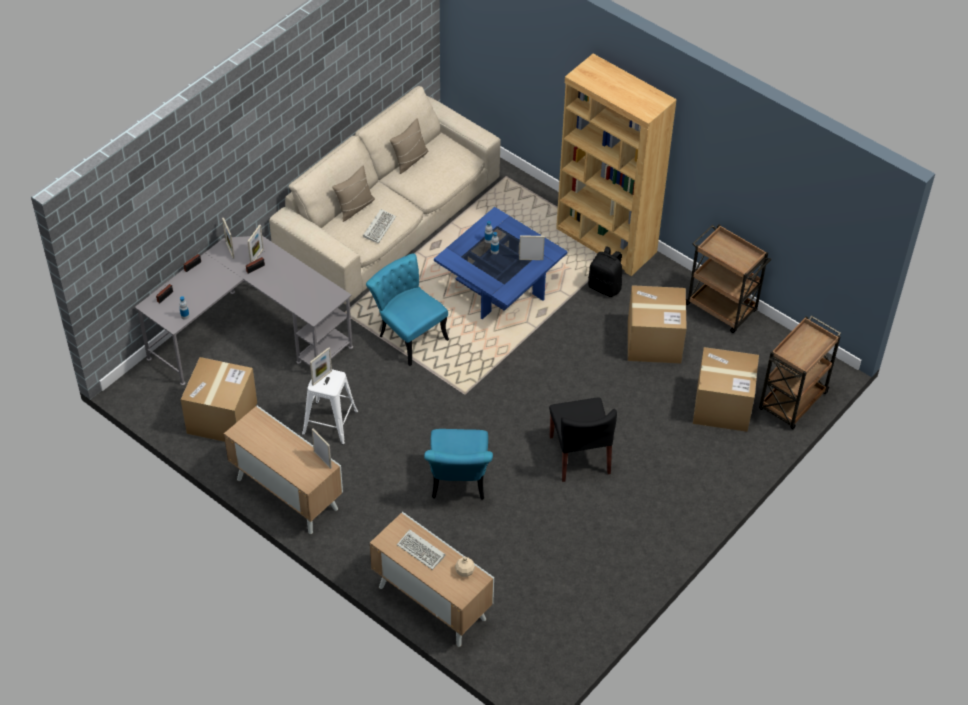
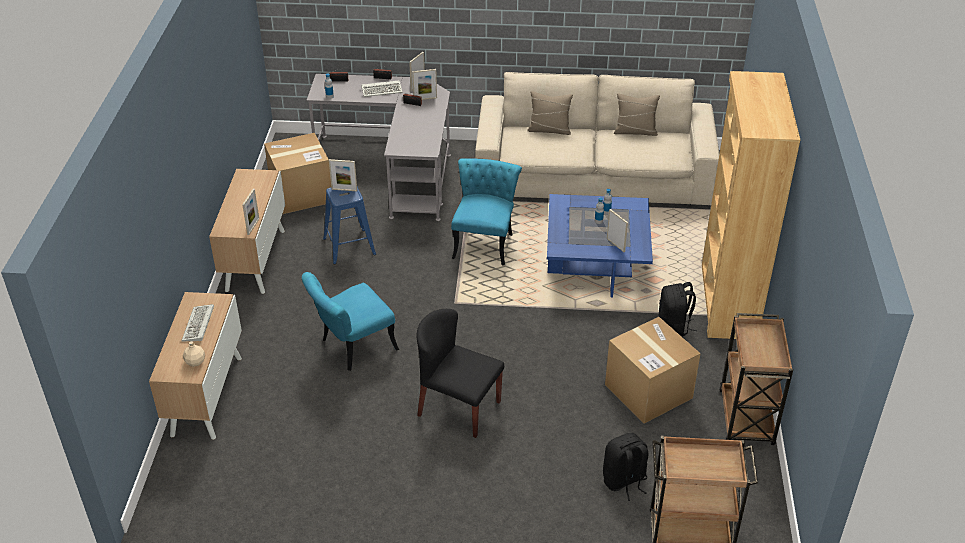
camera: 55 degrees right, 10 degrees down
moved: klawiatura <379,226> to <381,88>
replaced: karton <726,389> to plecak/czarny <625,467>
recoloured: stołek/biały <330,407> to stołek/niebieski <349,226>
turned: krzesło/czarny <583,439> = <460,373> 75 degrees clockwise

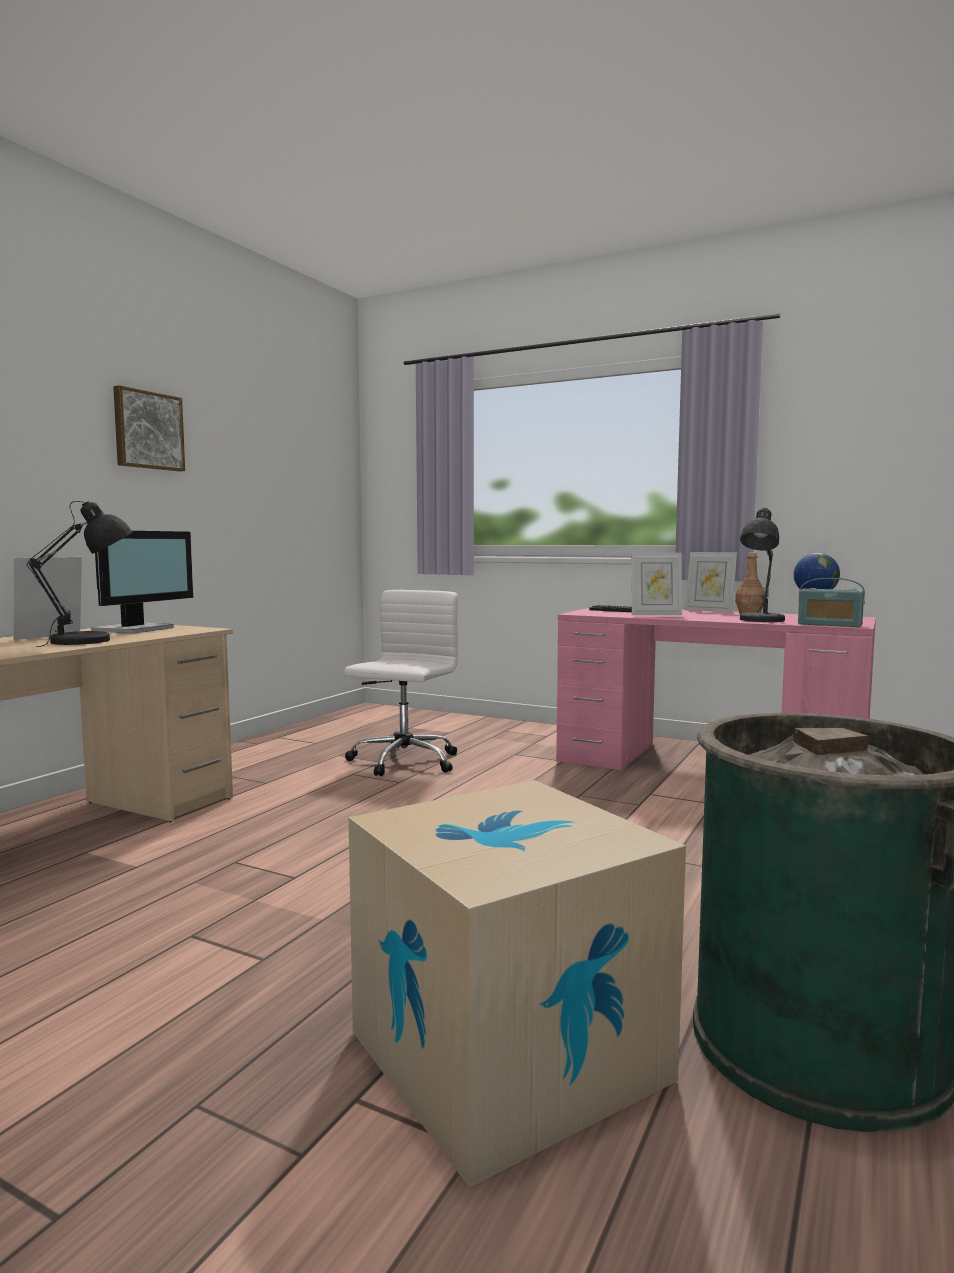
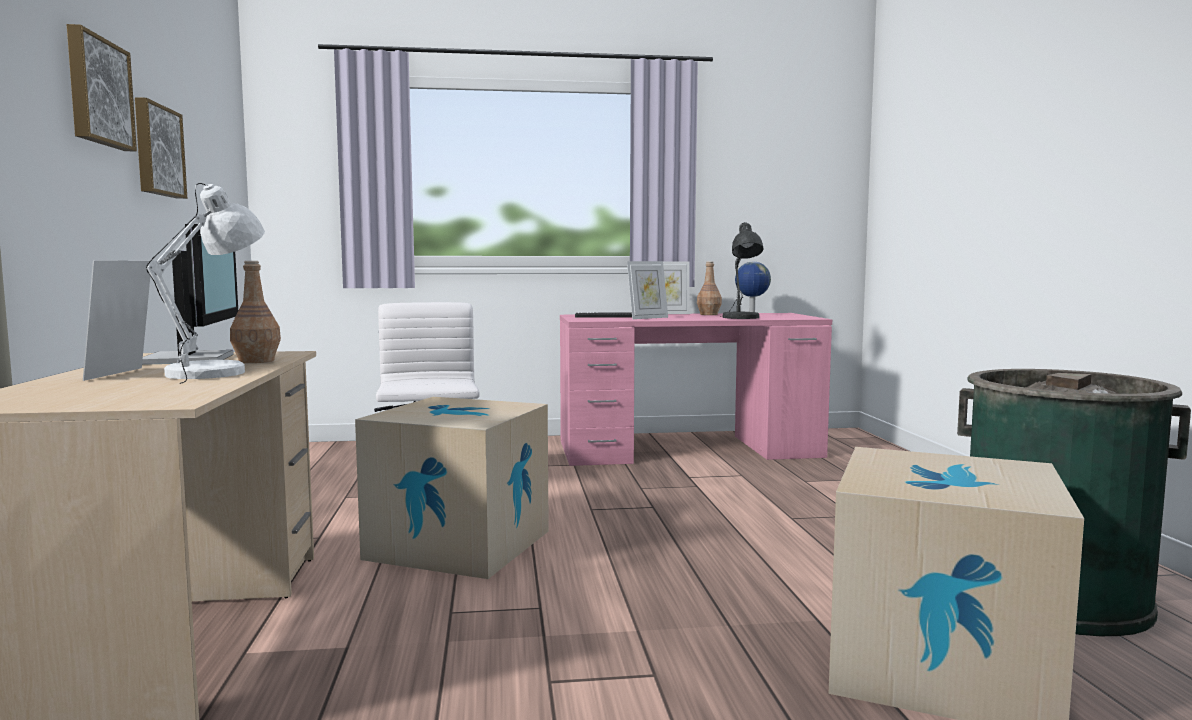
camera: 35 degrees left, 0 degrees up
removed: radio <831,602>
added: obraz <161,148>; butelka/brązowy <255,312>; karton <452,488>
recoloured: lampa stołowa/czarny <80,574> to lampa stołowa/biały <205,283>

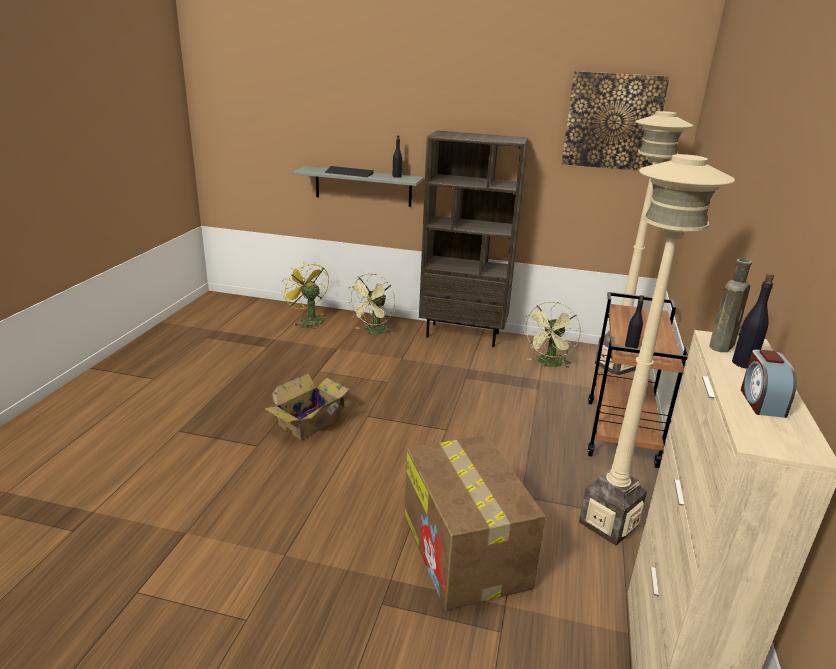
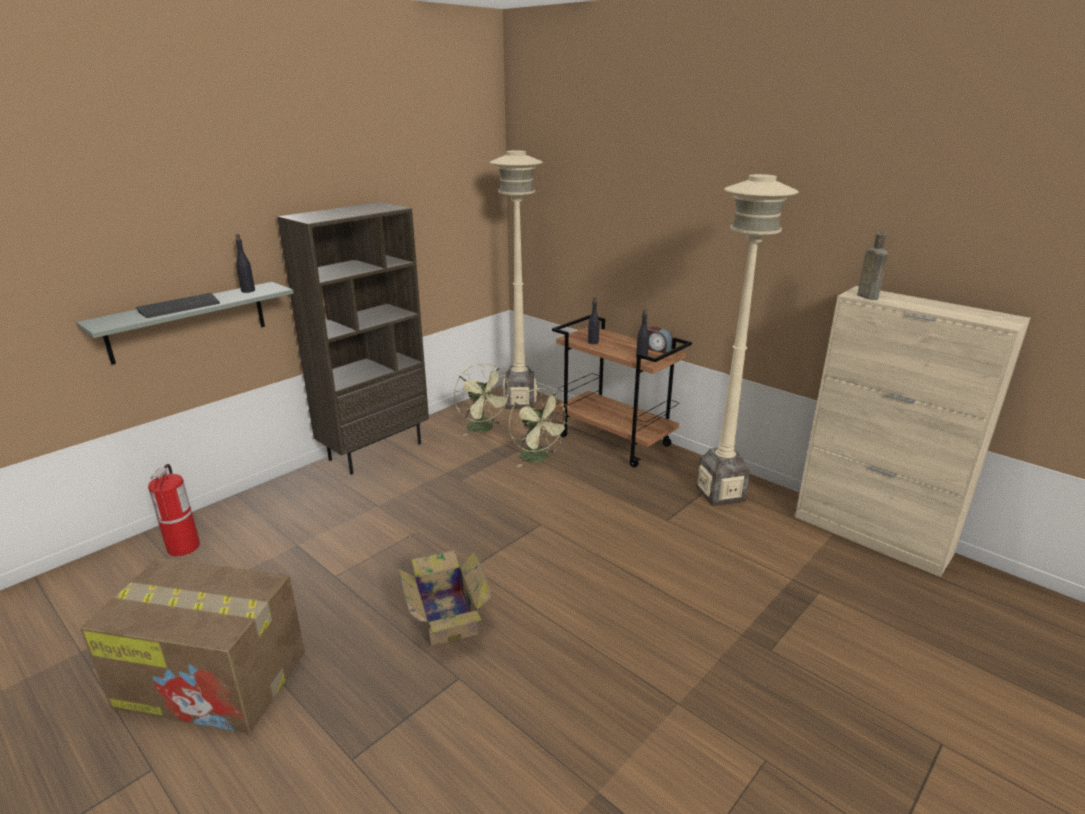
camera: 60 degrees left, 0 degrees up
removed: obraz <616,121>
moved: karton <475,522> to <192,645>; wentylator/zielony <370,304> to <539,427>; butelka/czarny <753,321> to <593,320>; budzik <768,384> to <659,339>
replaced: wentylator/żółty <305,295> to gaśnica <174,510>

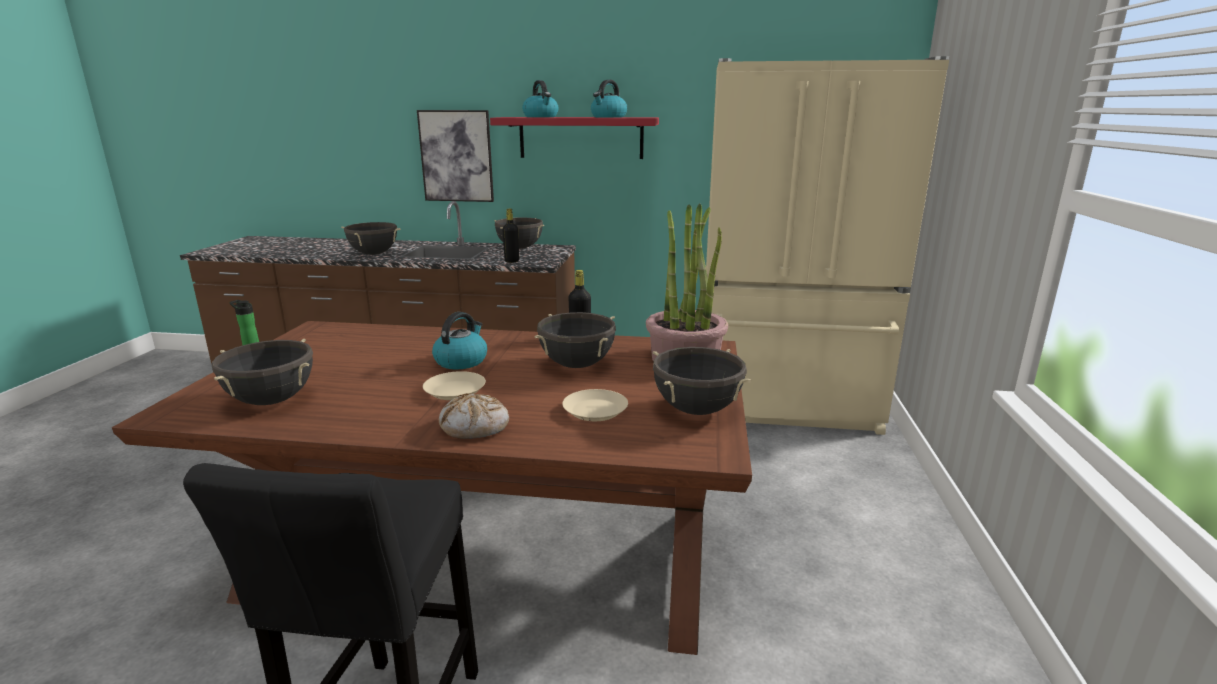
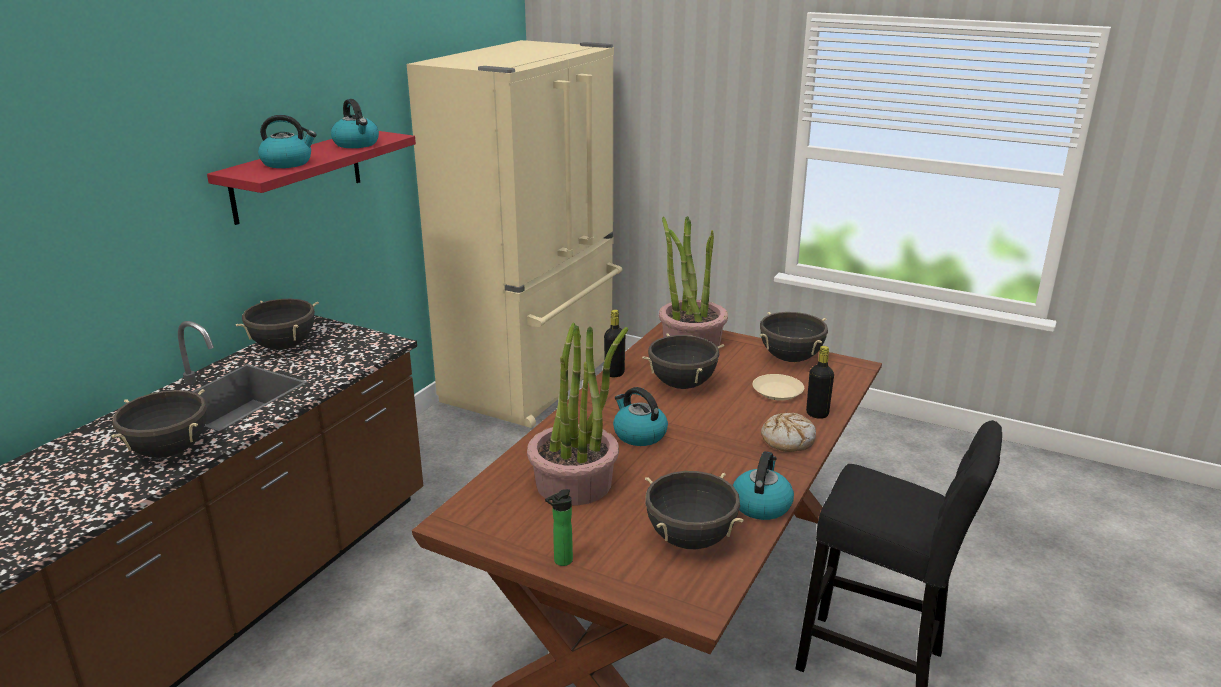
camera: 70 degrees left, 5 degrees up
removed: obraz <455,156>; talerz/beżowy <454,385>
added: roślina doniczkowa <577,414>; czajnik <763,485>
moved: butelka/czarny <510,236> to <820,382>

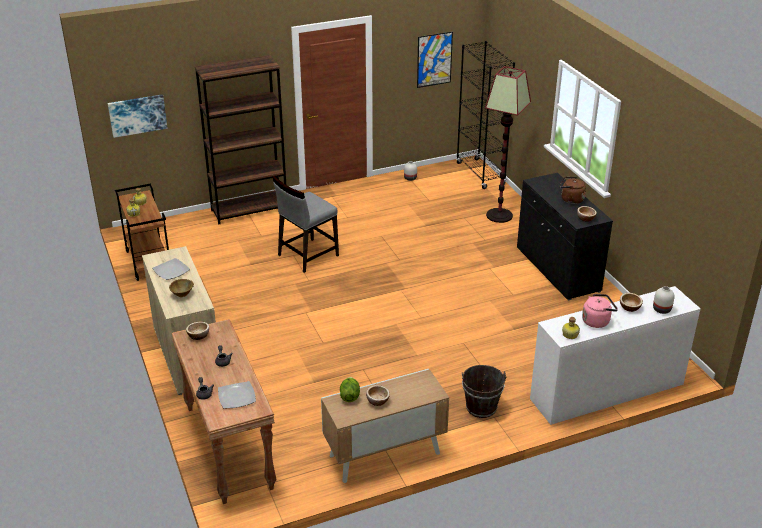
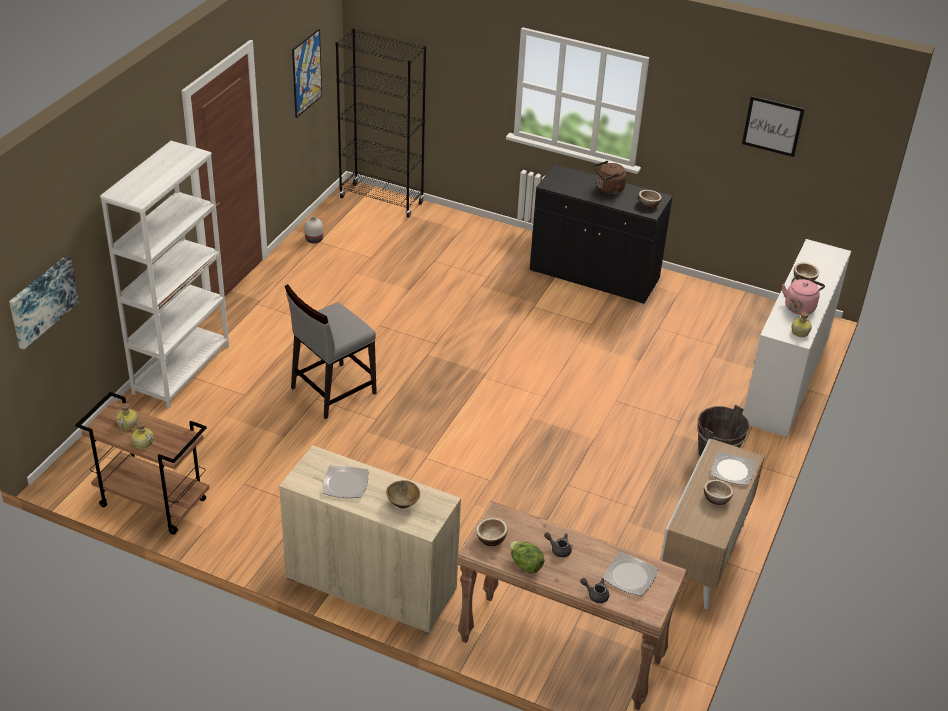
camera: 45 degrees left, 5 degrees up
removed: lampa stojąca <508,144>; wazon/biały <664,300>
added: talerz <733,468>; obraz <773,126>
moved: sałata <350,389> to <526,557>
recoloured: regał/brązowy <240,139> to regał/biały <164,274>
turned: krzesło/szary <305,224> = <331,351> 45 degrees clockwise

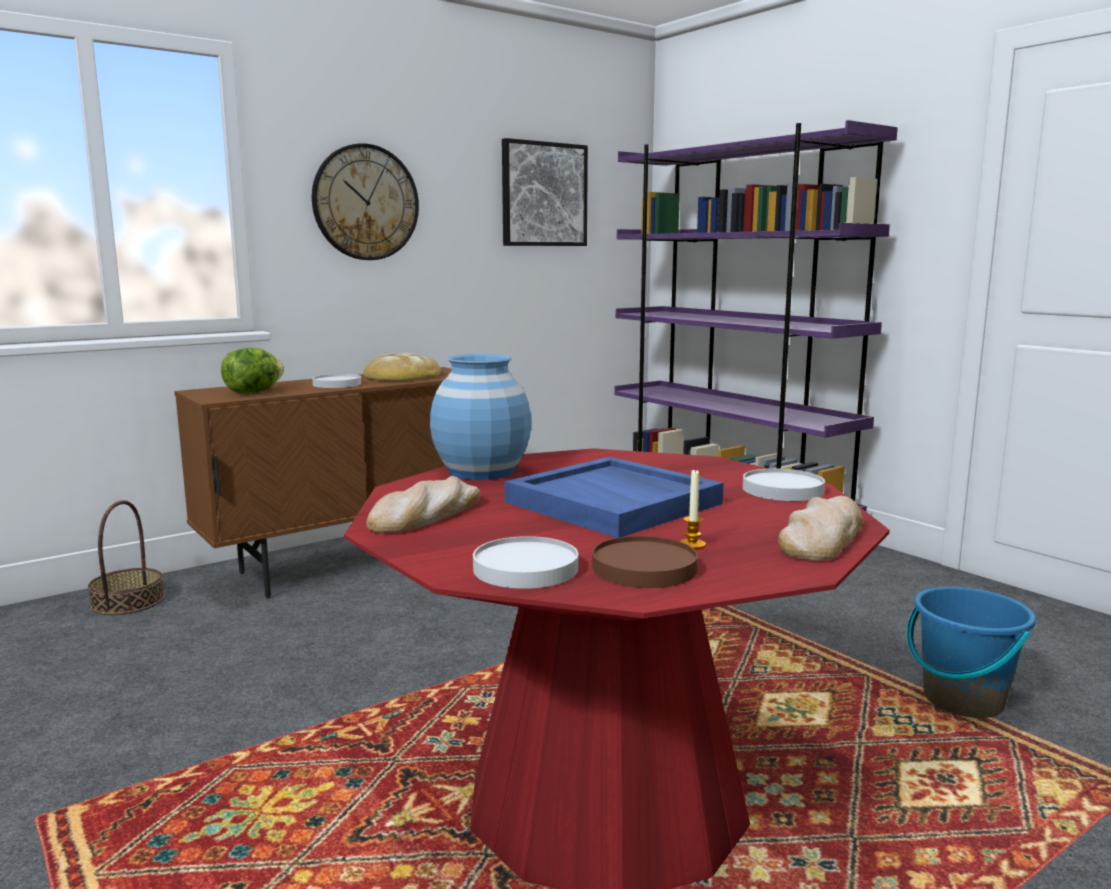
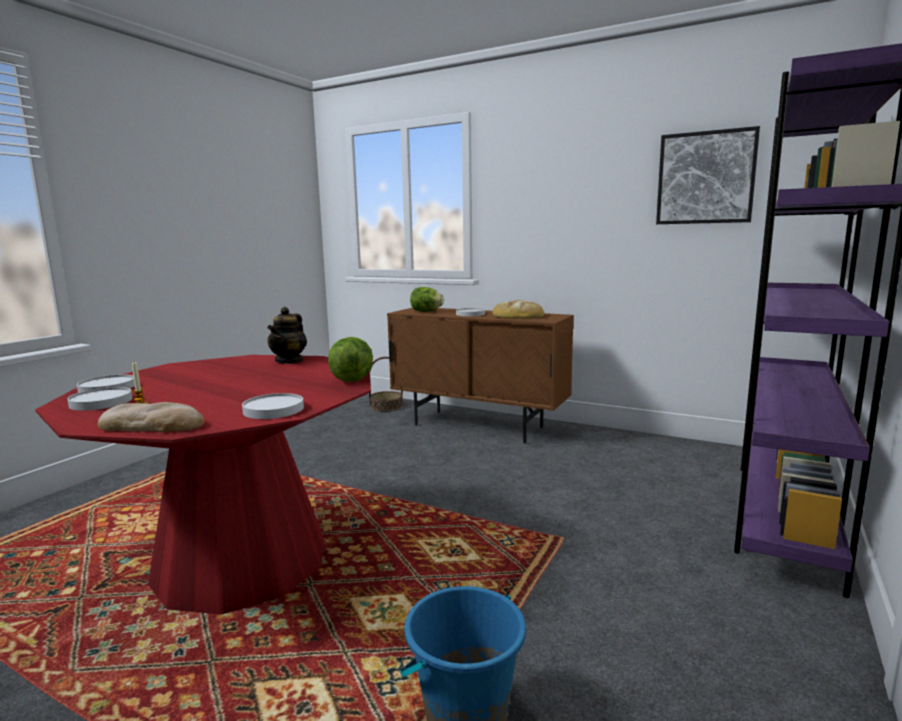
camera: 65 degrees right, 0 degrees up
removed: zegar ścienny <365,201>; chleb <423,505>; taca/niebieski <614,497>
added: sałata <350,359>
replaced: wazon/niebieski <480,417> to imbryk <287,335>
recoloured: talerz/brązowy <645,562> to talerz/biały <99,399>

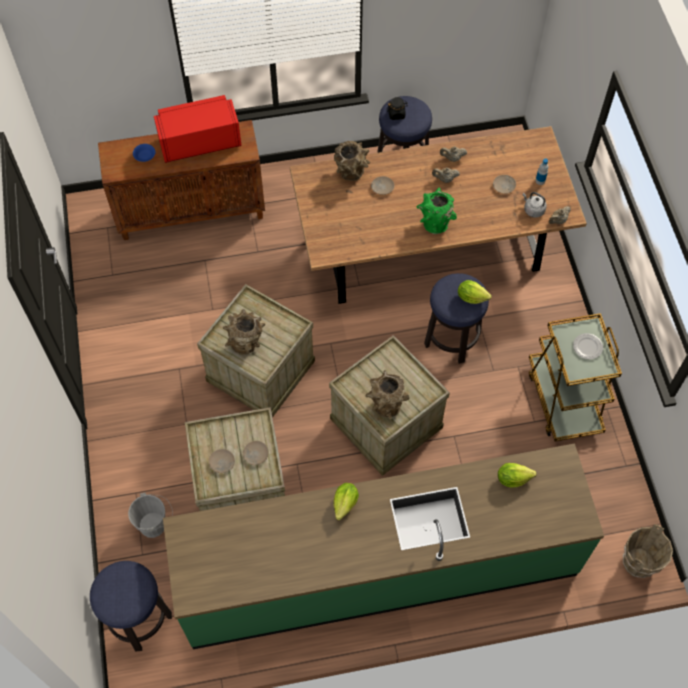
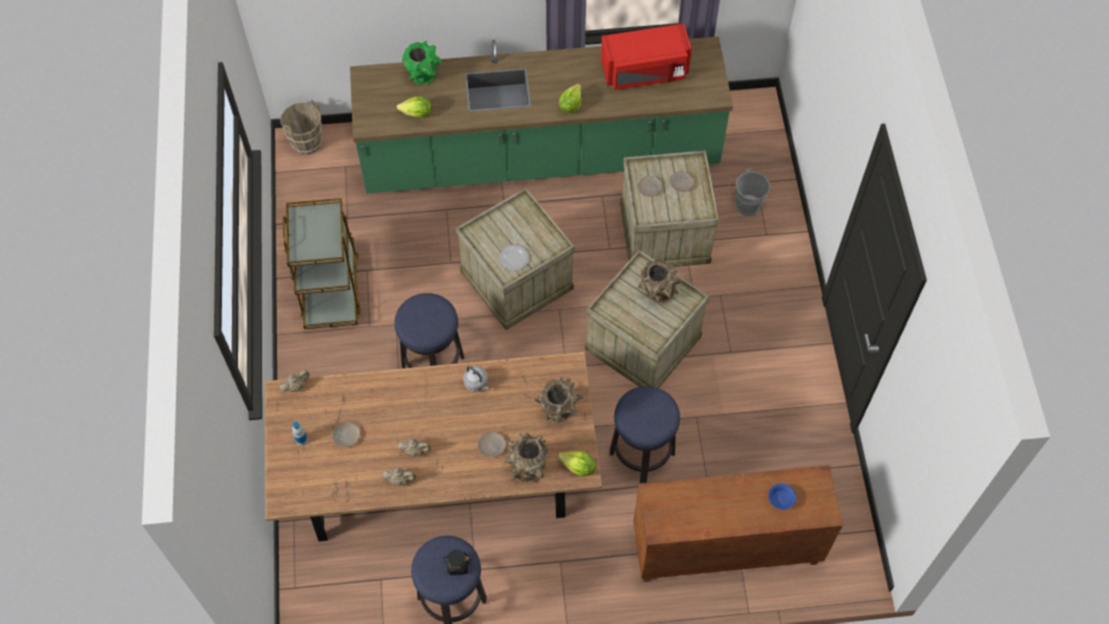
camera: 175 degrees left, 0 degrees up
moved: wazon/zielony <436,211> to <422,63>; czajnik/szary <535,205> to <476,379>; talerz <588,346> to <514,258>; wazon/brązowy <387,395> to <559,400>; sałata <475,292> to <577,463>; mikrofalówka/czerwony <198,129> to <646,56>; stołek <131,606> to <645,434>

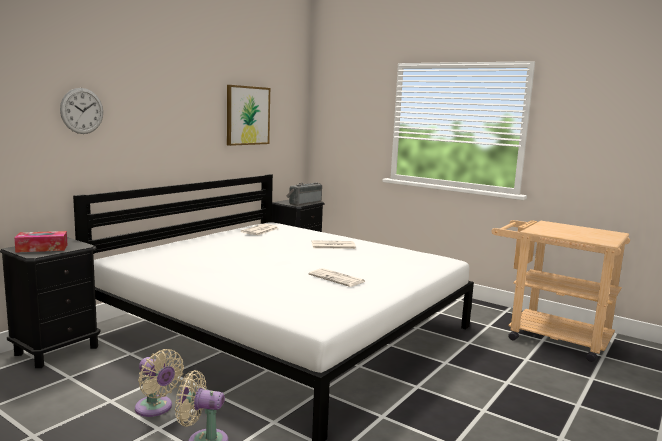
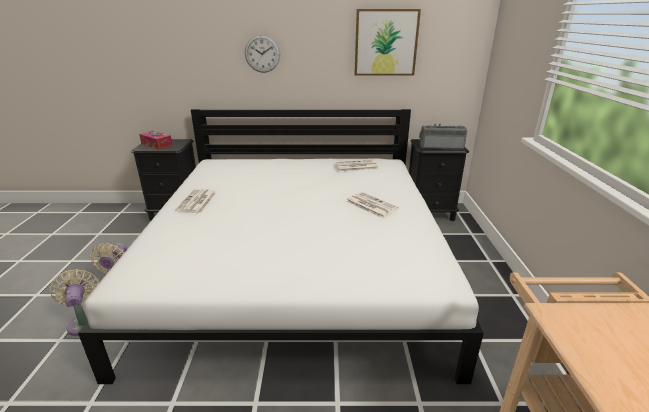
camera: 55 degrees right, 15 degrees up
moved: gazeta <337,277> to <196,201>; zegar ścienny <81,111> to <262,54>

